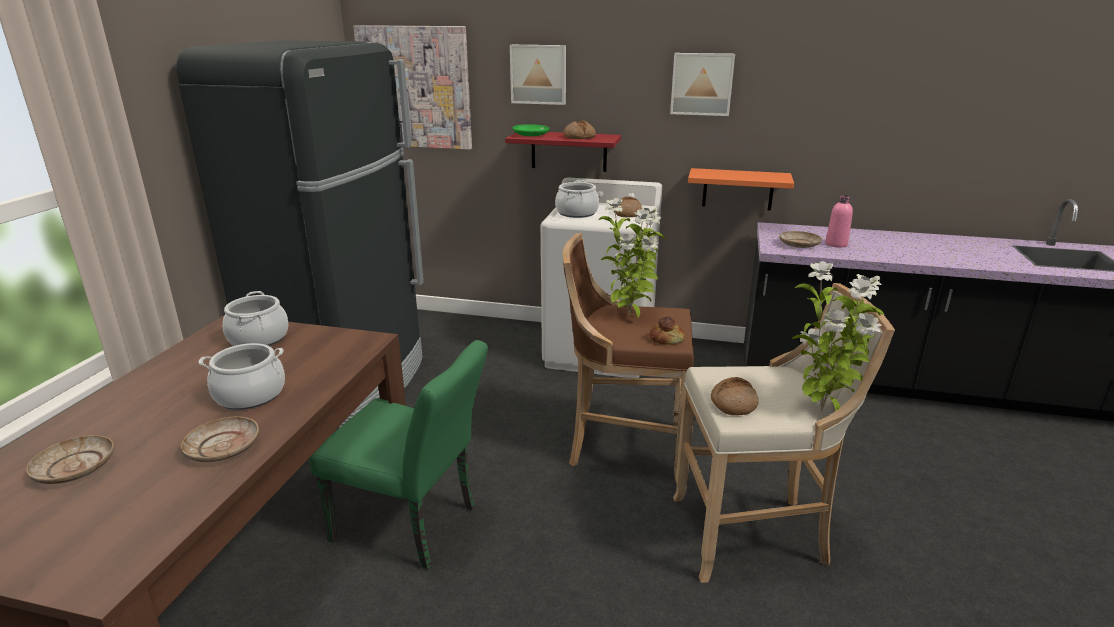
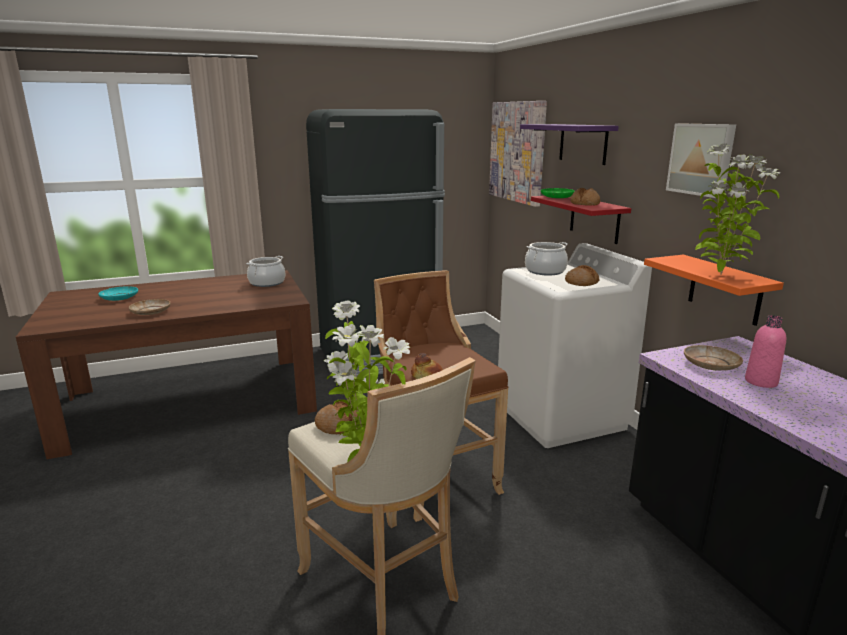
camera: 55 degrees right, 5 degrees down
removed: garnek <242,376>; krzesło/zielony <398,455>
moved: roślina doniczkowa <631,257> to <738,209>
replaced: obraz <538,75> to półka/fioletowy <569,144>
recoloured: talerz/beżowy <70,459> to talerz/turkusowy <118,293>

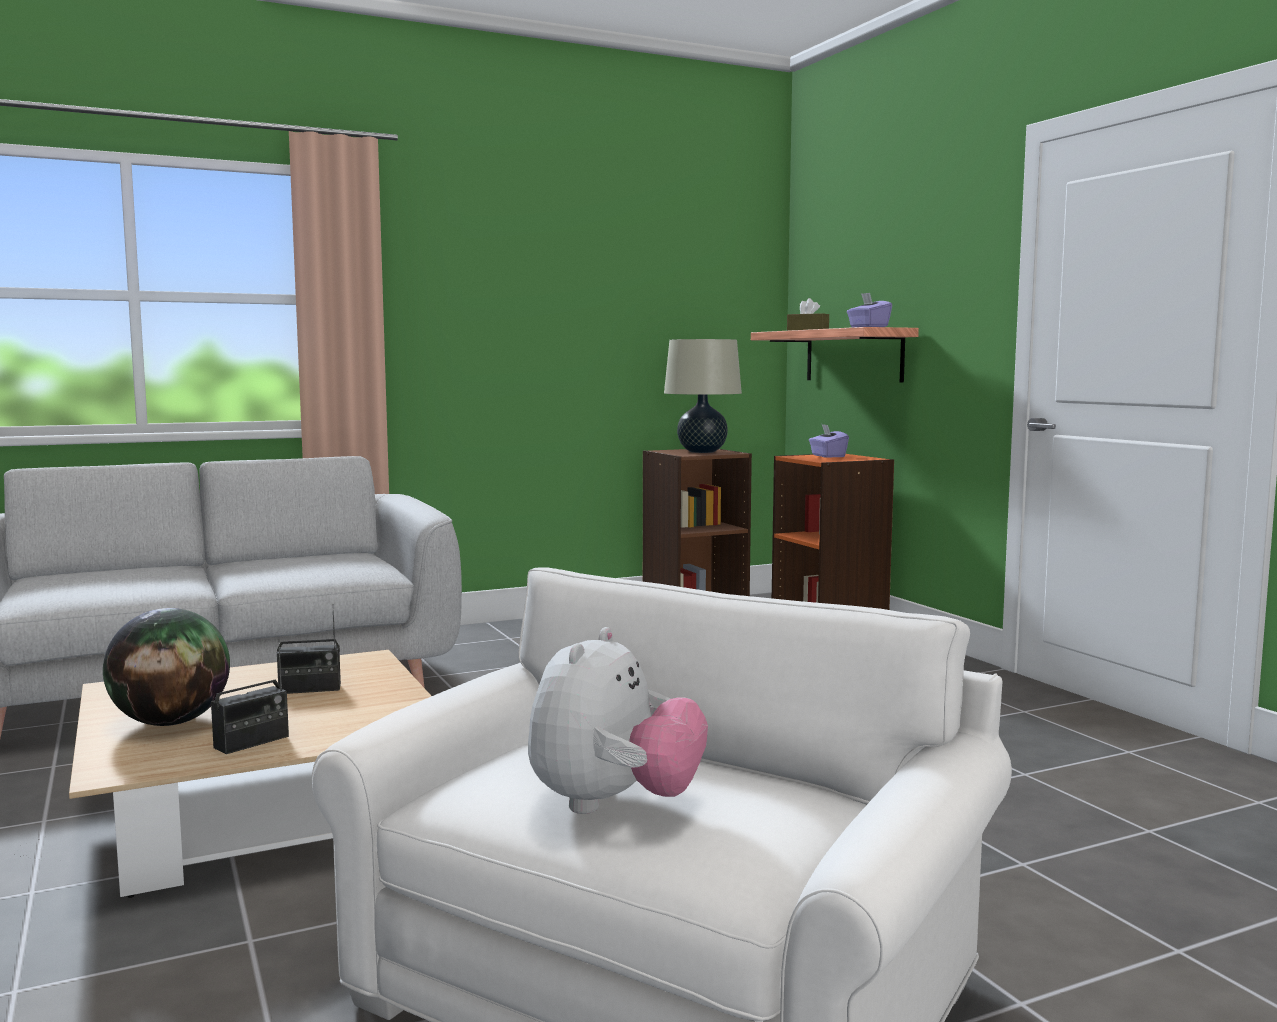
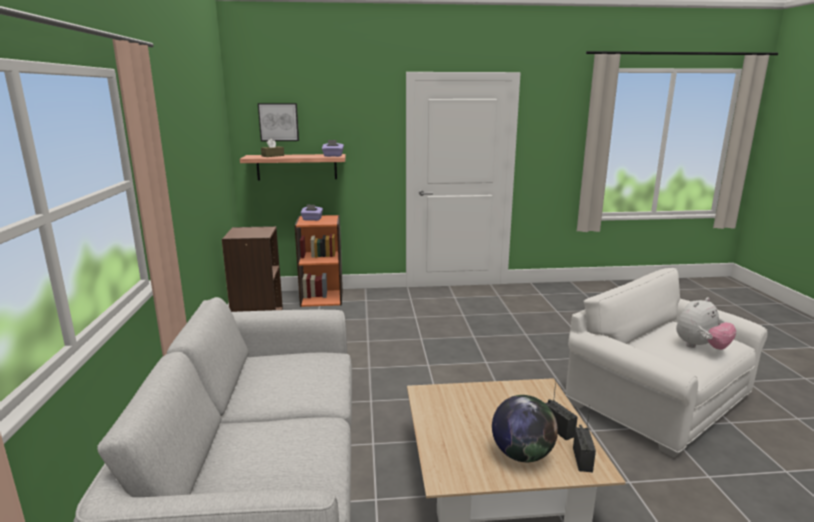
camera: 70 degrees left, 10 degrees up
removed: lampa stołowa/beżowy <703,396>
added: obraz <278,122>
moved: radio <309,649> to <584,438>
turned: pluszak <618,720> = <706,323> 105 degrees clockwise

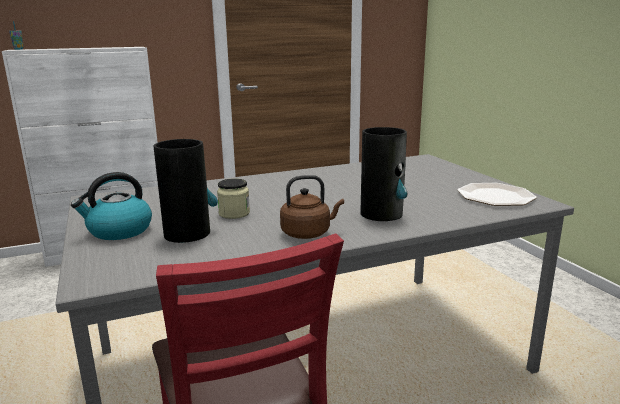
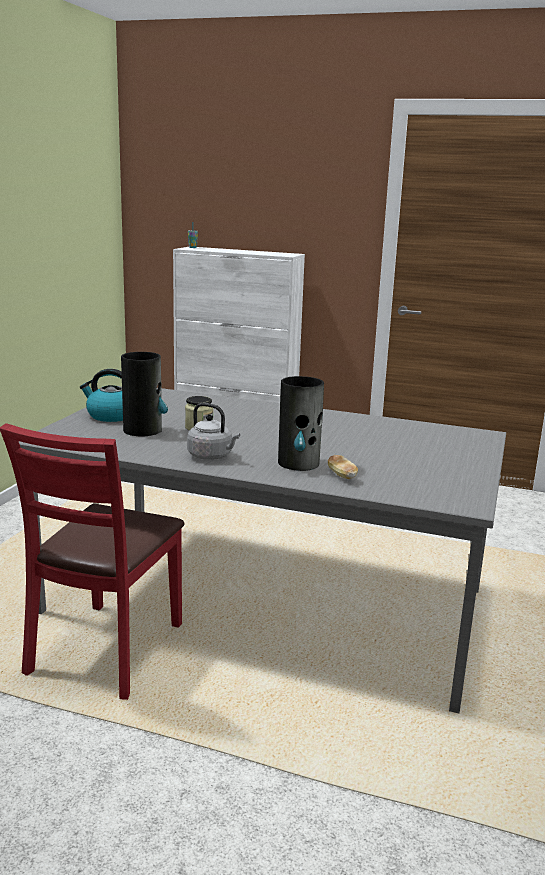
camera: 40 degrees right, 0 degrees up
removed: talerz <497,194>
added: chleb <343,467>
recoloured: czajnik/brązowy <312,207> to czajnik/szary <213,431>

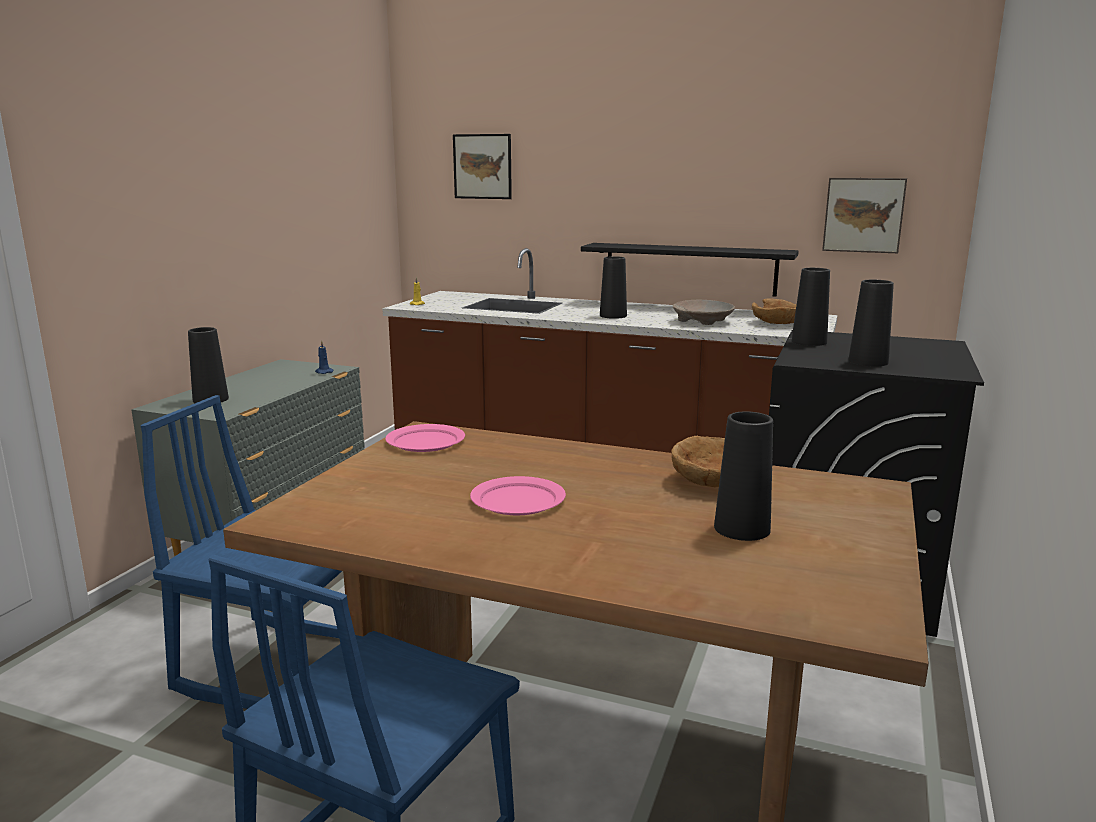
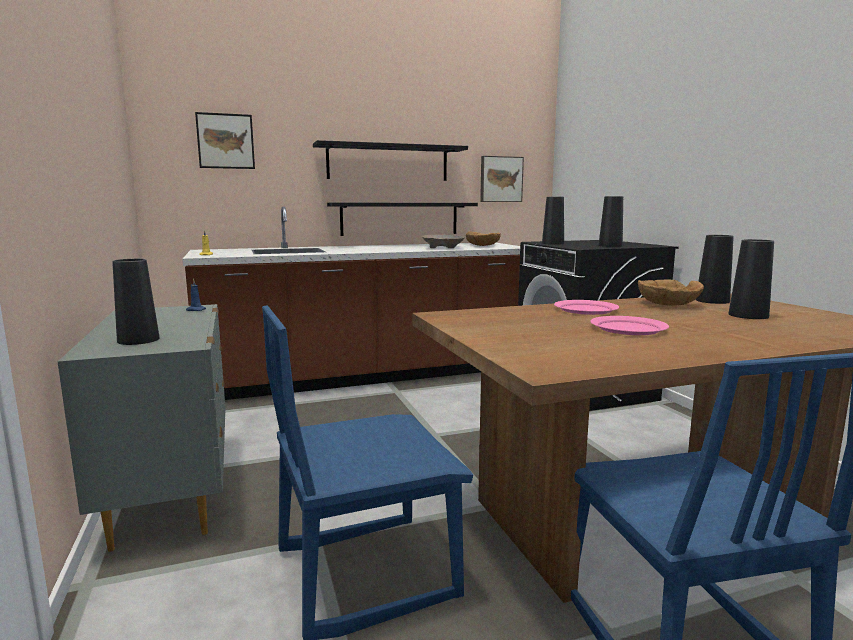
camera: 40 degrees left, 5 degrees down
added: półka/czarny <390,160>
moved: talerz/różowy <425,438> to <586,307>; wazon/czarny <613,287> to <715,269>

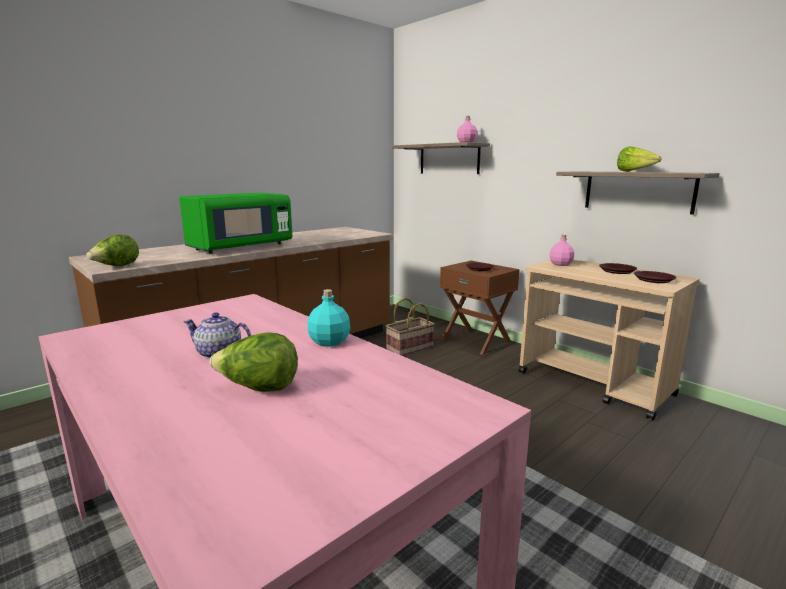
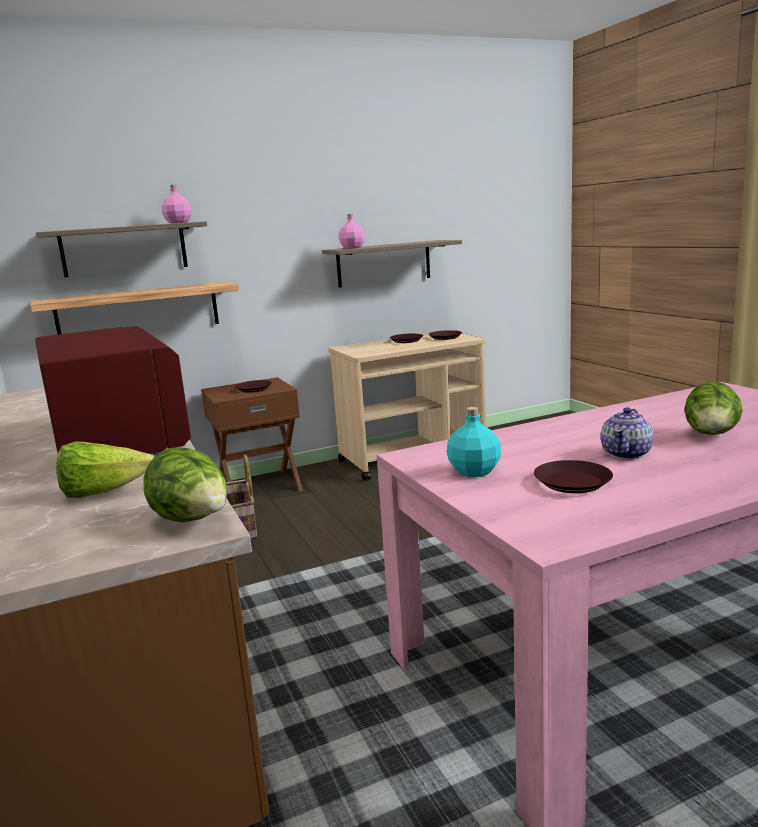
camera: 70 degrees left, 0 degrees up
added: półka <134,308>; talerz/brązowy <573,476>
moved: sałata <639,159> to <105,469>; butelka/różowy <561,250> to <352,231>; butelka/turkusowy <329,318> to <474,442>
recoloured: mikrofalówka/zielony <236,223> to mikrofalówka/czerwony <113,390>

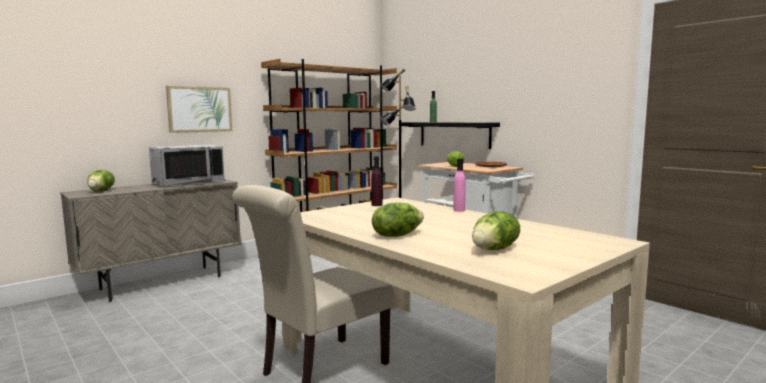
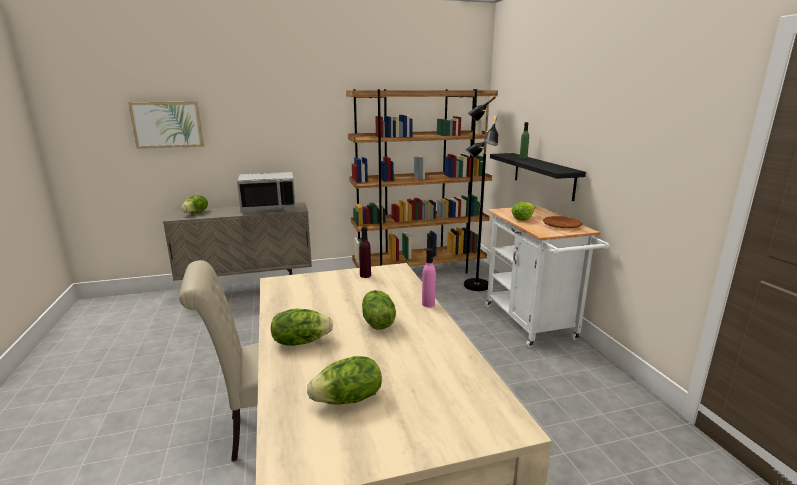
camera: 25 degrees right, 10 degrees up
added: sałata <379,310>
moved: obraz <199,109> to <166,125>

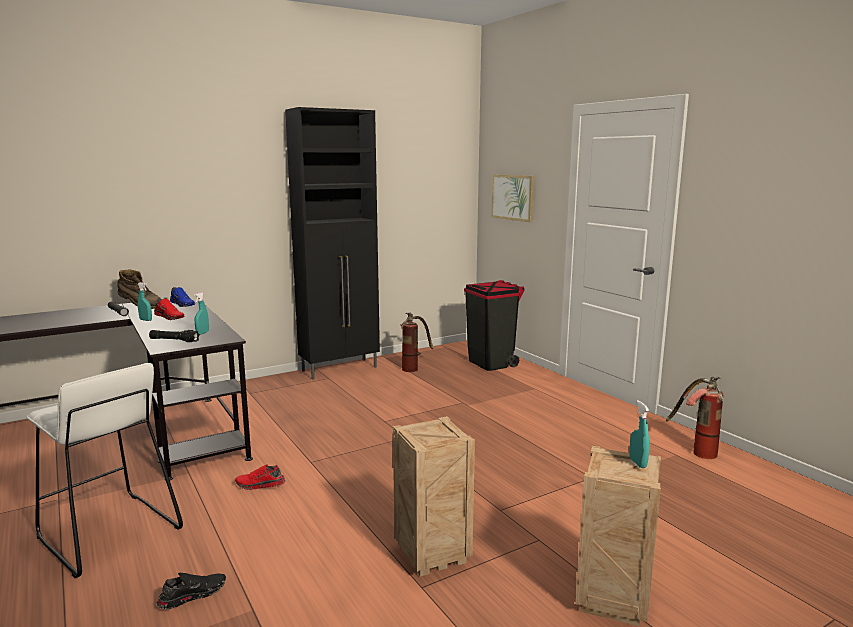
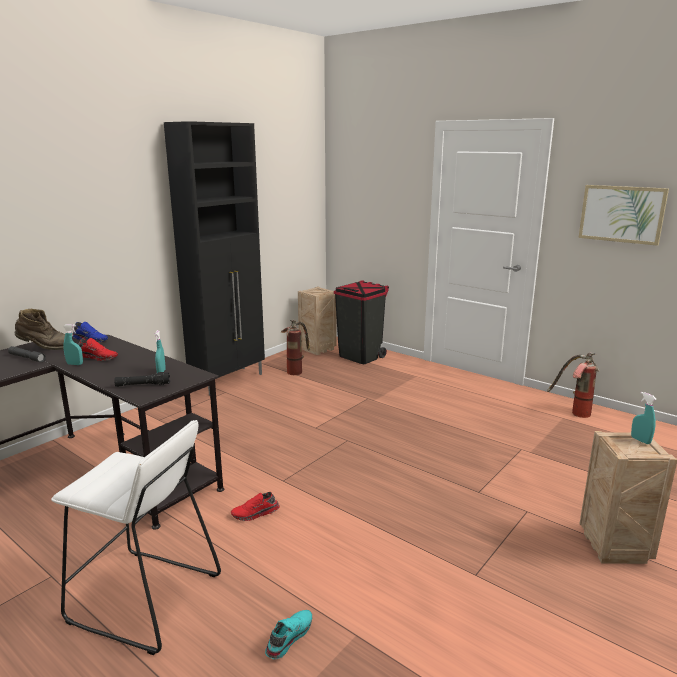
camera: 20 degrees left, 5 degrees up
moved: skrzynka <434,496> to <317,321>; obraz <513,198> to <623,215>
recoloured: but/czarny <191,591> to but/turkusowy <289,634>

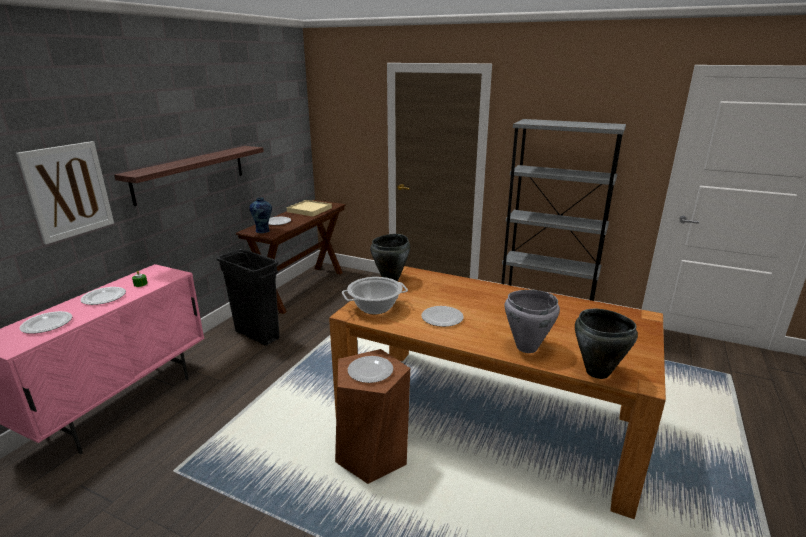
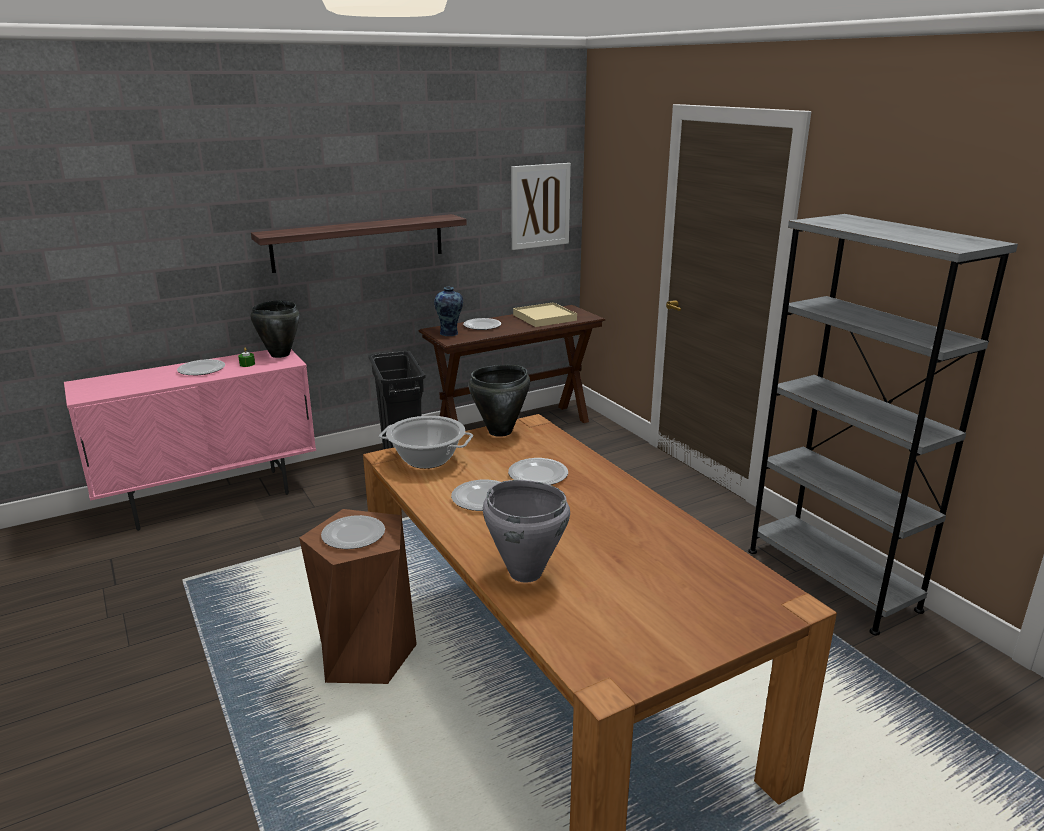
camera: 35 degrees right, 0 degrees up
moved: garnek/czarny <606,344> to <275,329>; talerz <46,322> to <538,471>; obraz <65,192> to <541,206>

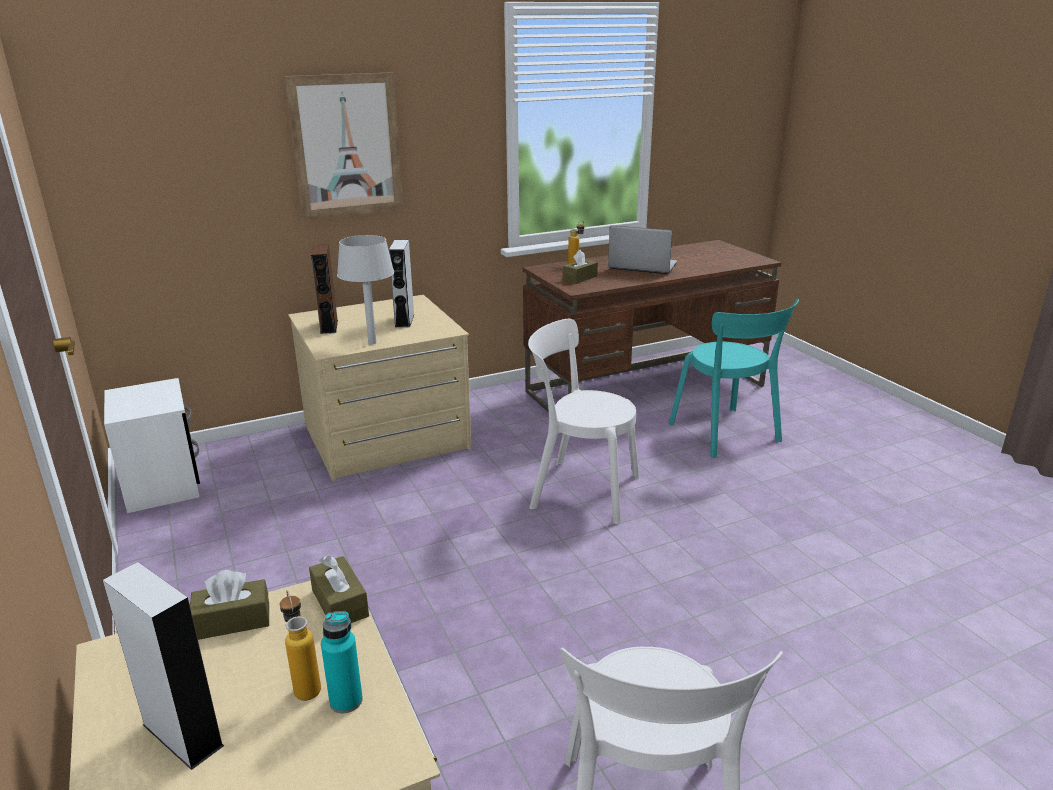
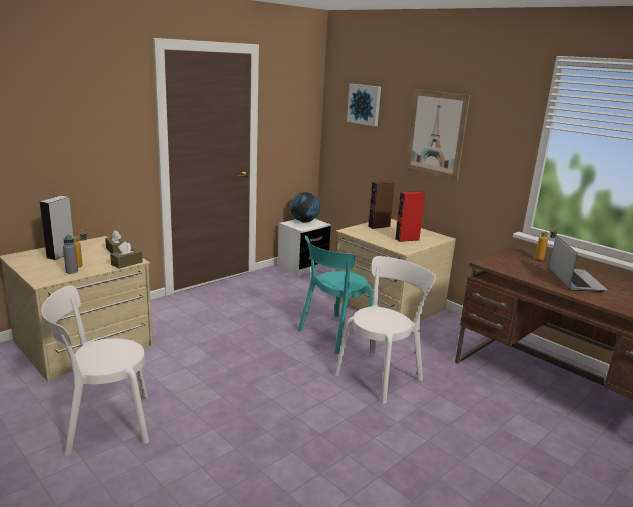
camera: 70 degrees right, 5 degrees down
removed: lampa stołowa/szary <365,290>; pudełko chusteczek/brązowy <580,267>
added: globus <305,207>; obraz <364,105>
moved: krzesło/turkusowy <734,378> to <335,294>
recoloured: butelka/turkusowy <342,662> to butelka/szary <70,254>; głośnik/szary <402,283> to głośnik/czerwony <410,216>
turned: krzesło/biały <583,421> = <385,330> 45 degrees clockwise

